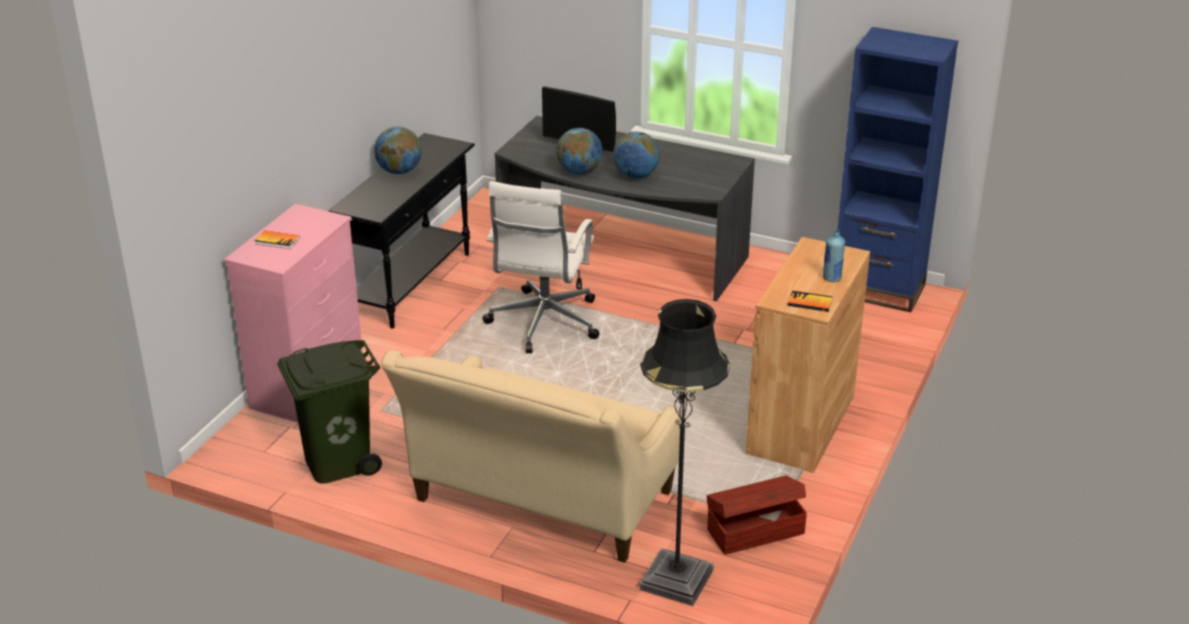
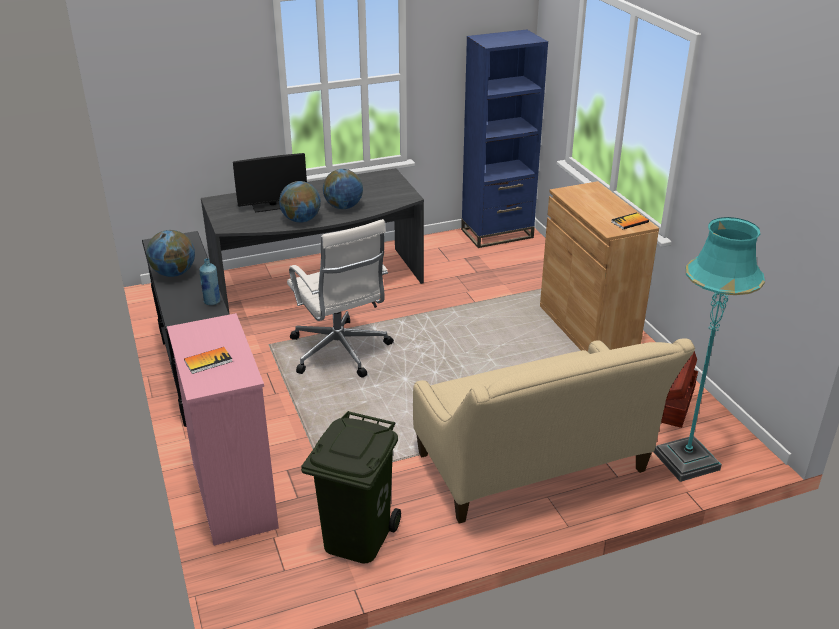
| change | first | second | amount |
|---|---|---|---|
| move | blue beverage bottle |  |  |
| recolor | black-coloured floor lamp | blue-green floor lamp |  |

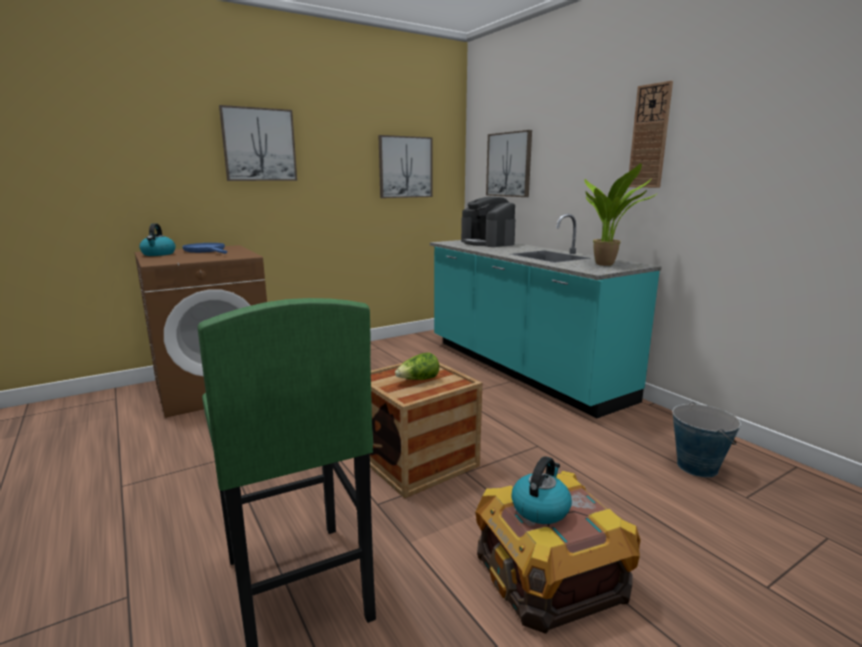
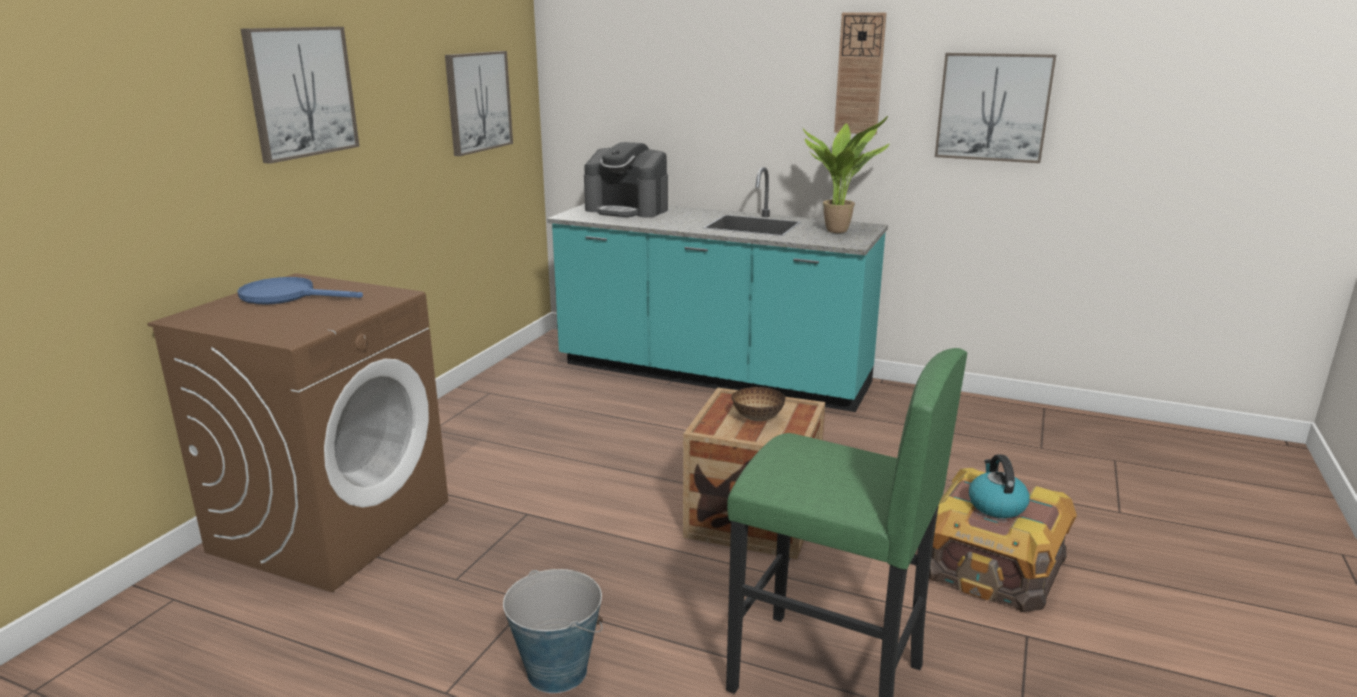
| change | first | second | amount |
|---|---|---|---|
| move | wall art (3rd from left) |  |  |
| delete | water kettle (1st from left) |  |  |
| replace | lettuce head | serving bowl |  |
| move | pail |  |  |

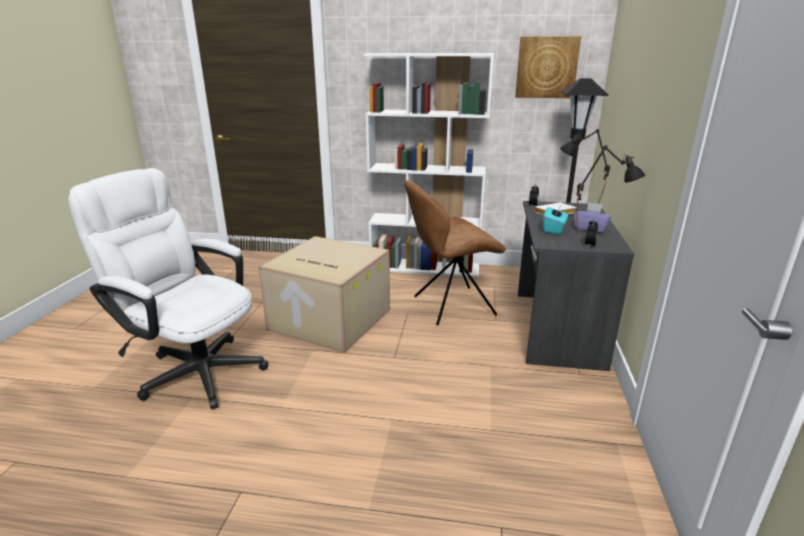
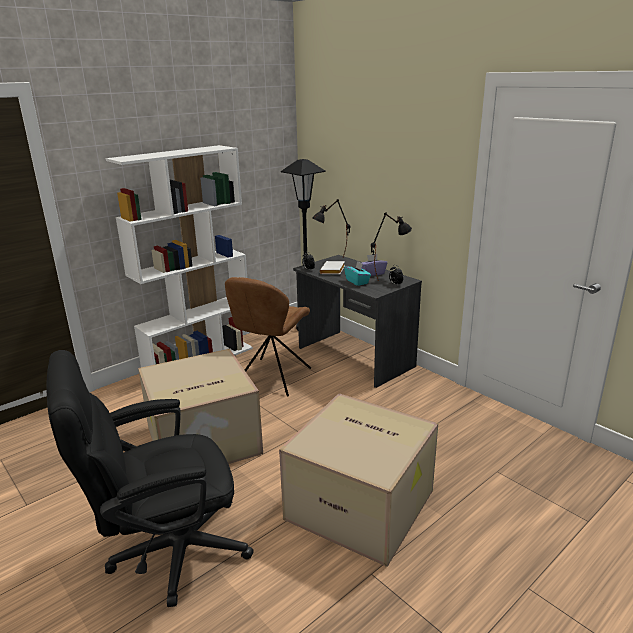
| change | first | second | amount |
|---|---|---|---|
| delete | wall art |  |  |
| recolor | whitish desk chair | black-coloured desk chair |  |
| insert |  | cardboard box (2nd from left) |  |

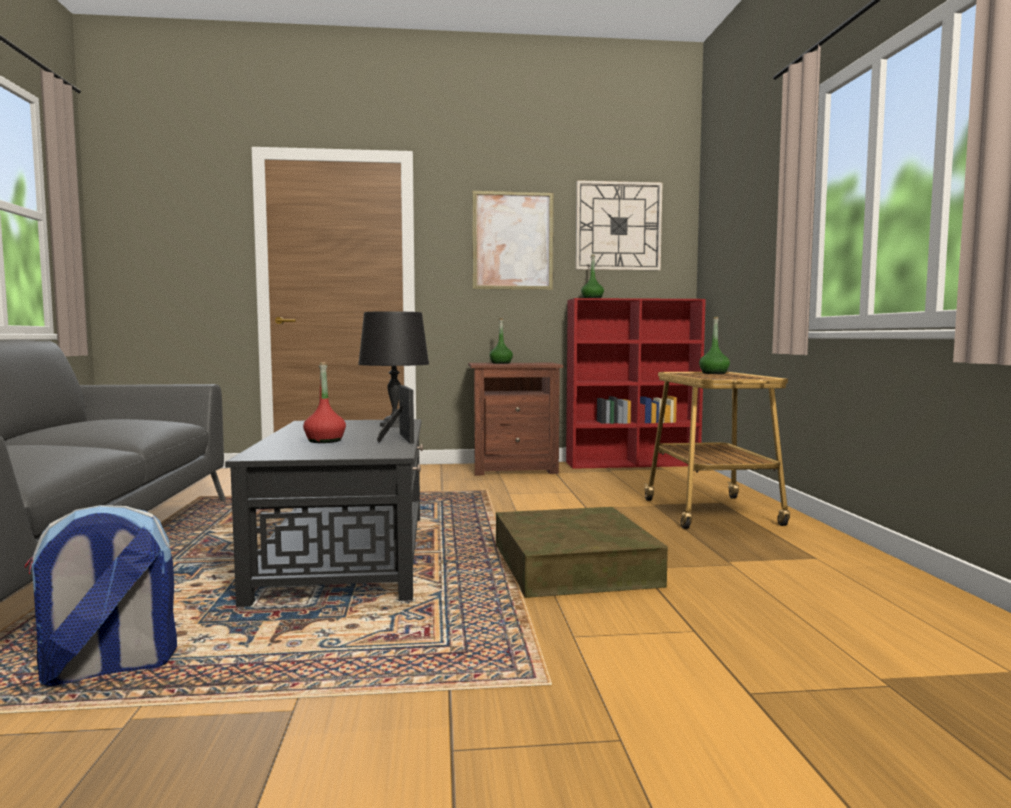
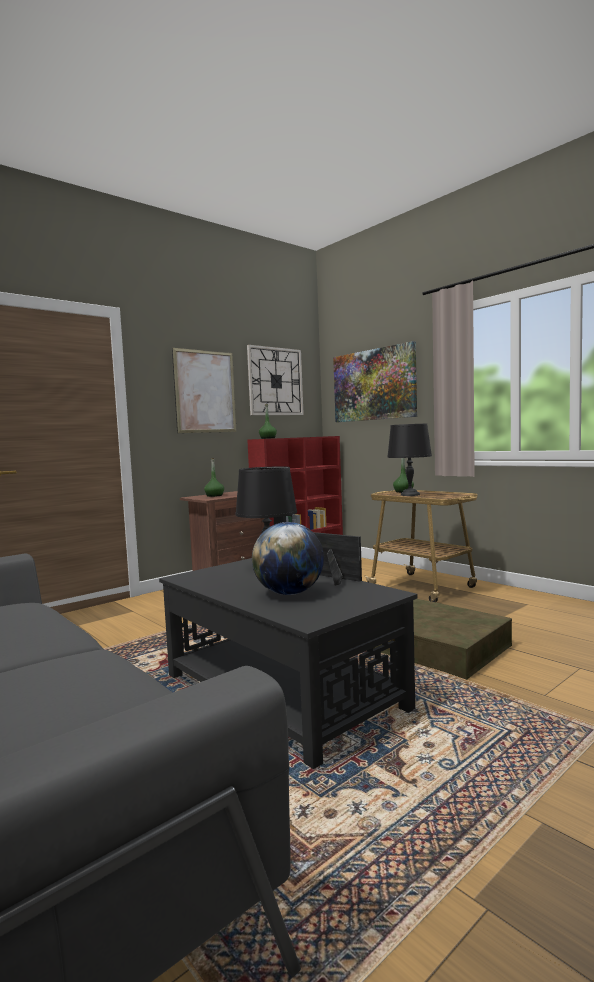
| change | first | second | amount |
|---|---|---|---|
| replace | red-coloured beverage bottle | world globe |  |
| delete | backpack |  |  |
| insert |  | wall art (2nd from left) |  |
| insert |  | black-coloured tabletop lamp (2nd from left) |  |

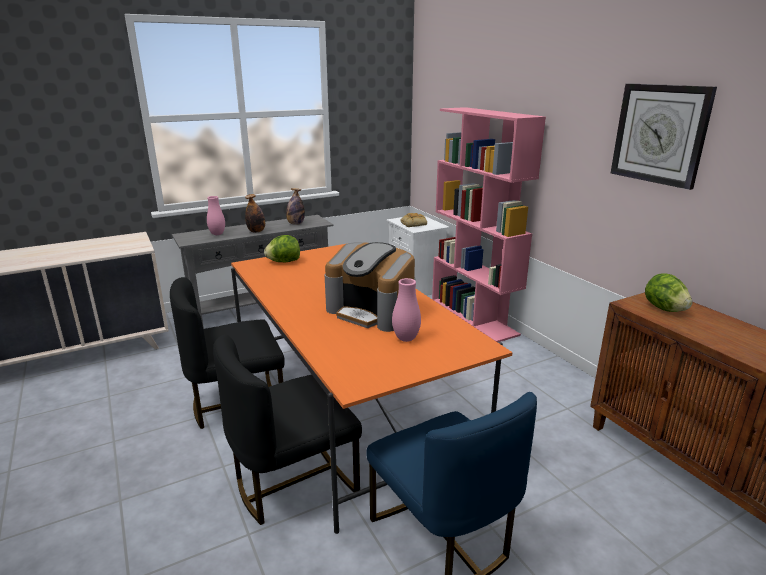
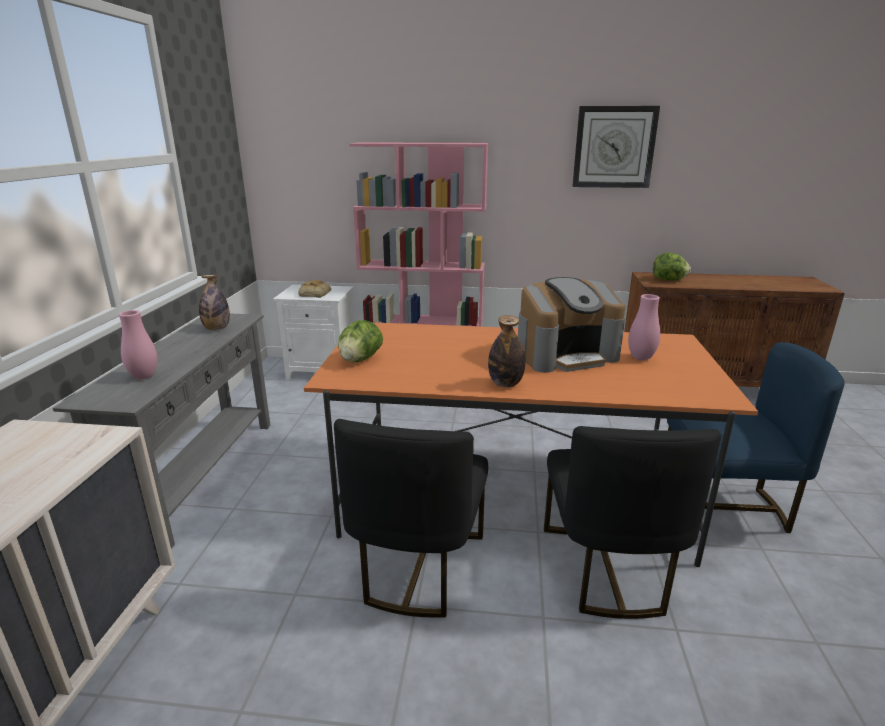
| change | first | second | amount |
|---|---|---|---|
| move | beverage bottle (1st from left in the first image) | beverage bottle (2nd from left) |  |

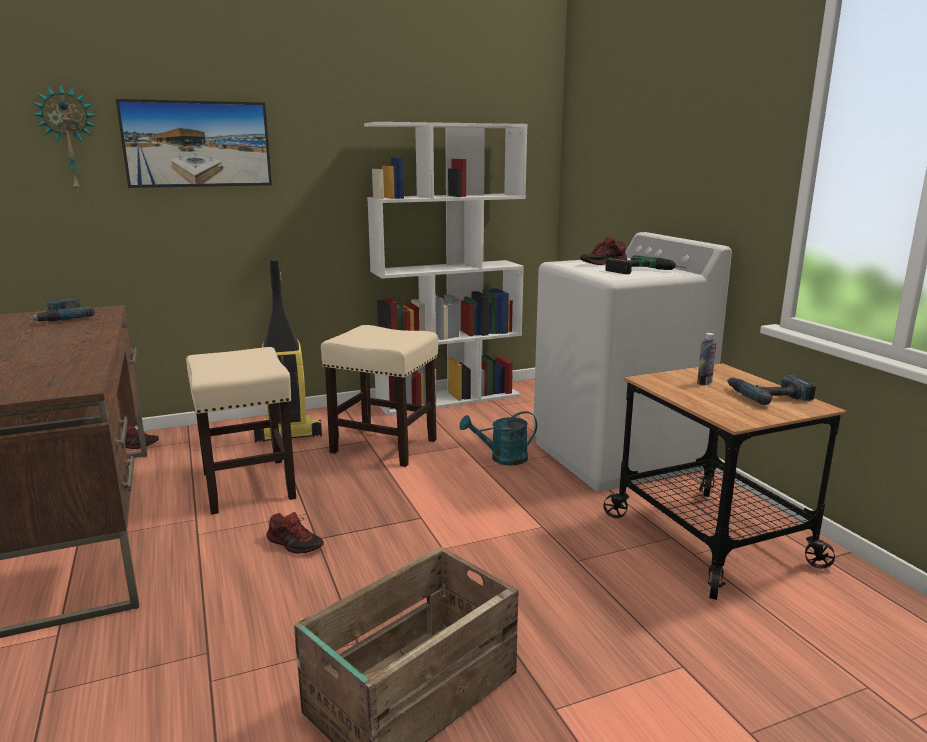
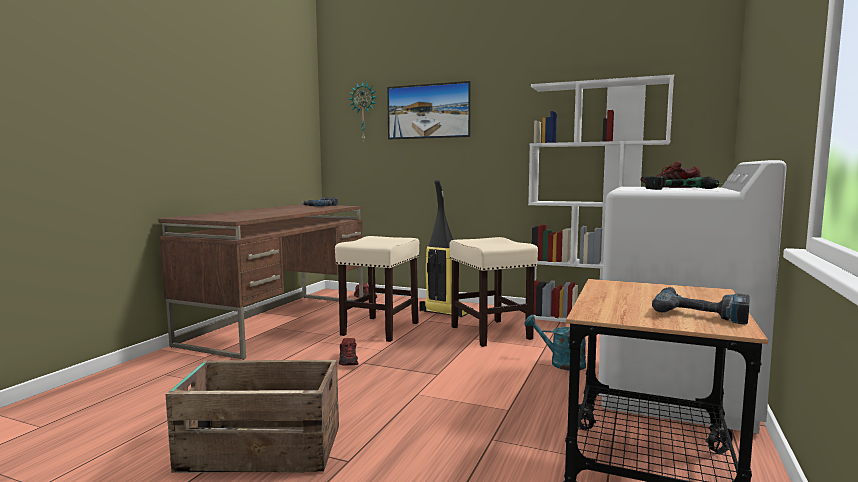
| change | first | second | amount |
|---|---|---|---|
| delete | beverage bottle |  |  |

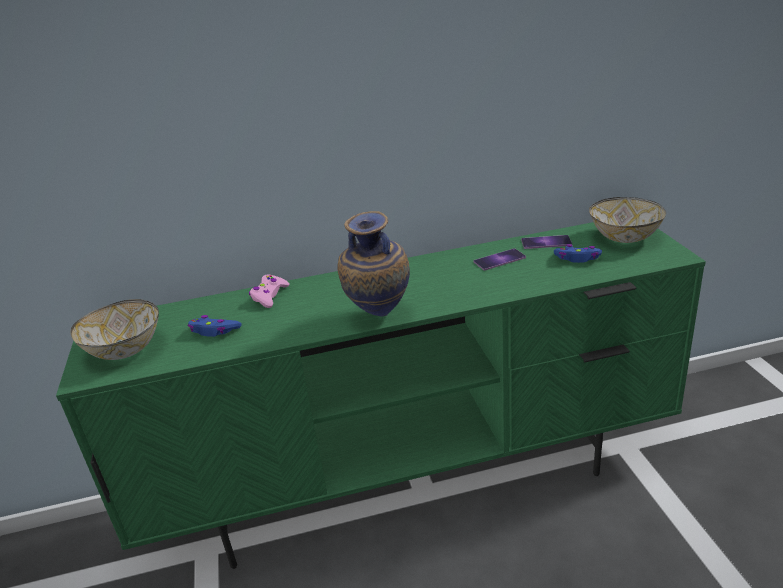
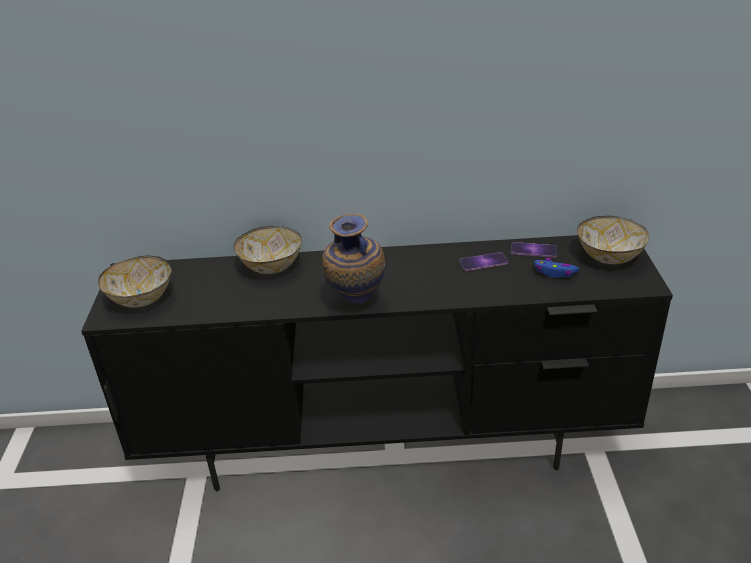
| change | first | second | amount |
|---|---|---|---|
| recolor | greenish tv unit | black-coloured tv unit |  |
| replace | pinkish joypad | serving bowl (2nd from left) |  |
| delete | blue joypad (1st from left) |  |  |

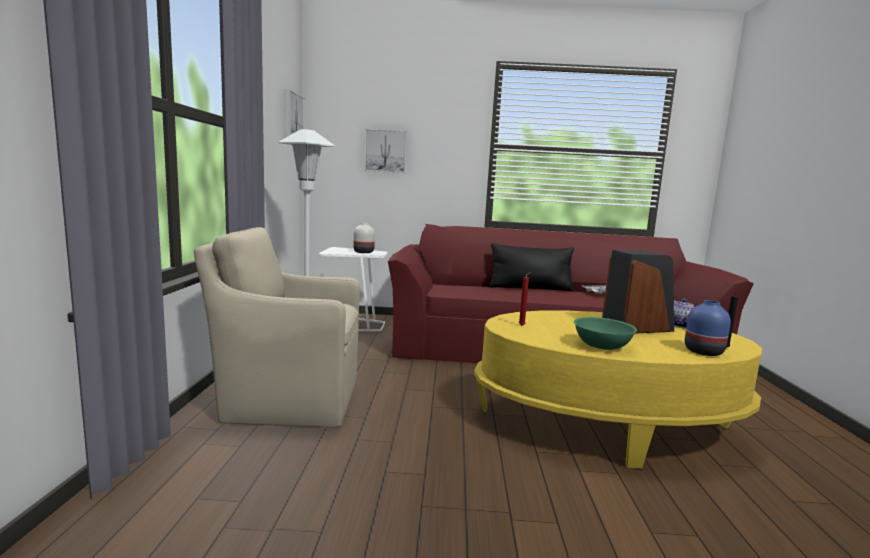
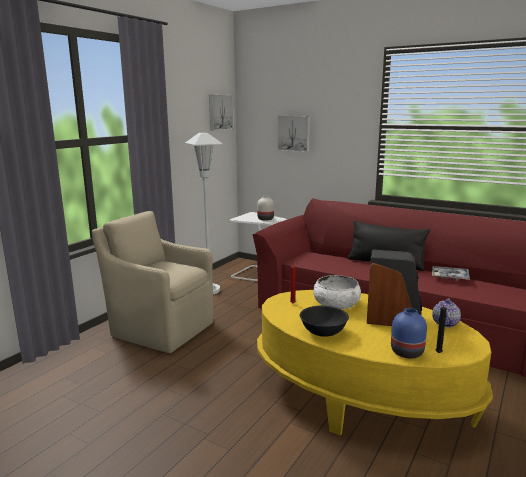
| change | first | second | amount |
|---|---|---|---|
| recolor | greenish serving bowl | black-coloured serving bowl |  |
| insert |  | whitish serving bowl |  |

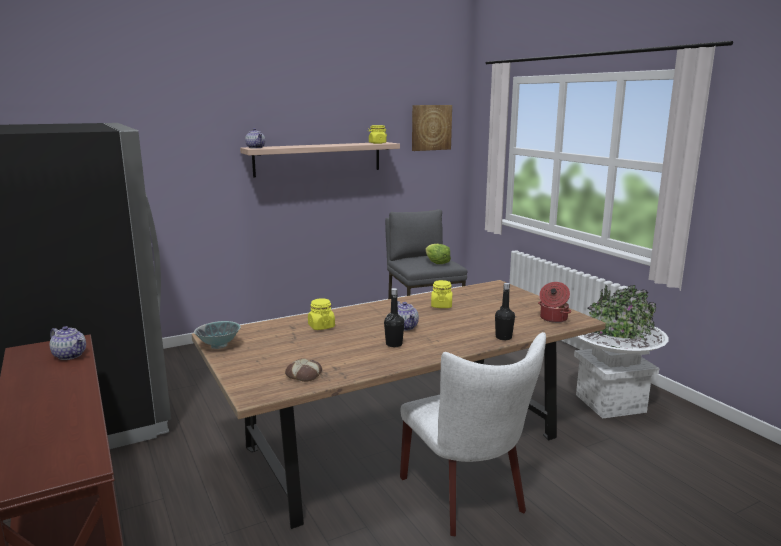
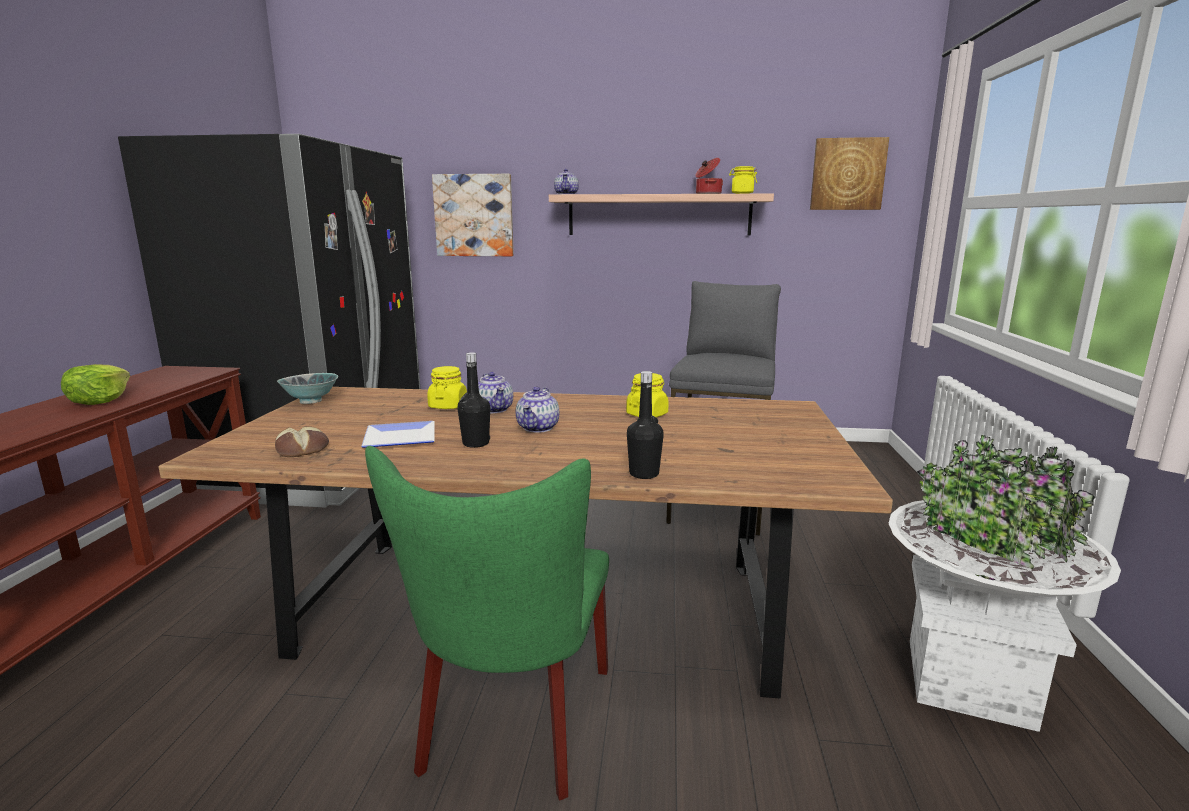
| change | first | second | amount |
|---|---|---|---|
| move | lettuce head |  |  |
| move | saucepot |  |  |
| move | teapot (1st from left) |  |  |
| recolor | whitish upright chair | greenish upright chair |  |
| insert |  | wall art (1st from left) |  |
| insert |  | plate |  |

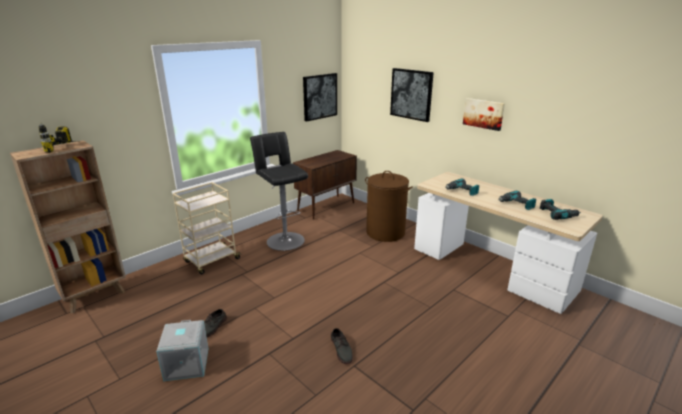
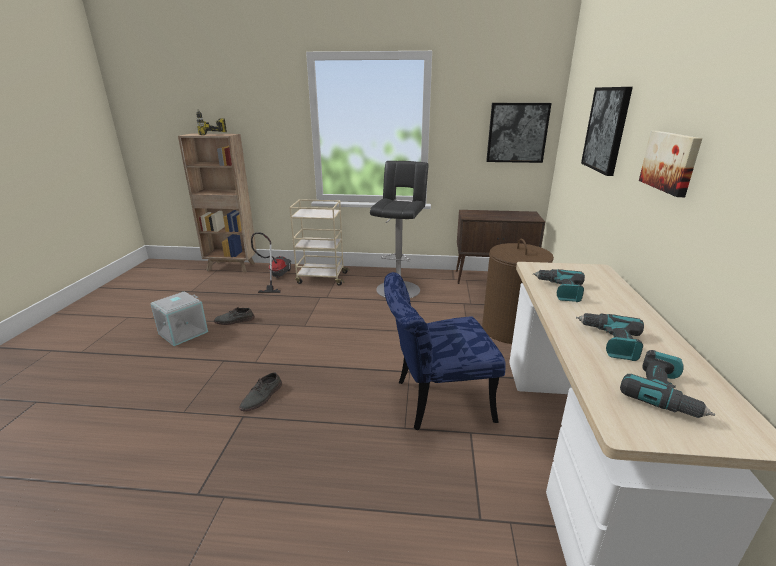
| change | first | second | amount |
|---|---|---|---|
| insert |  | vacuum cleaner |  |
| insert |  | blue upright chair |  |

